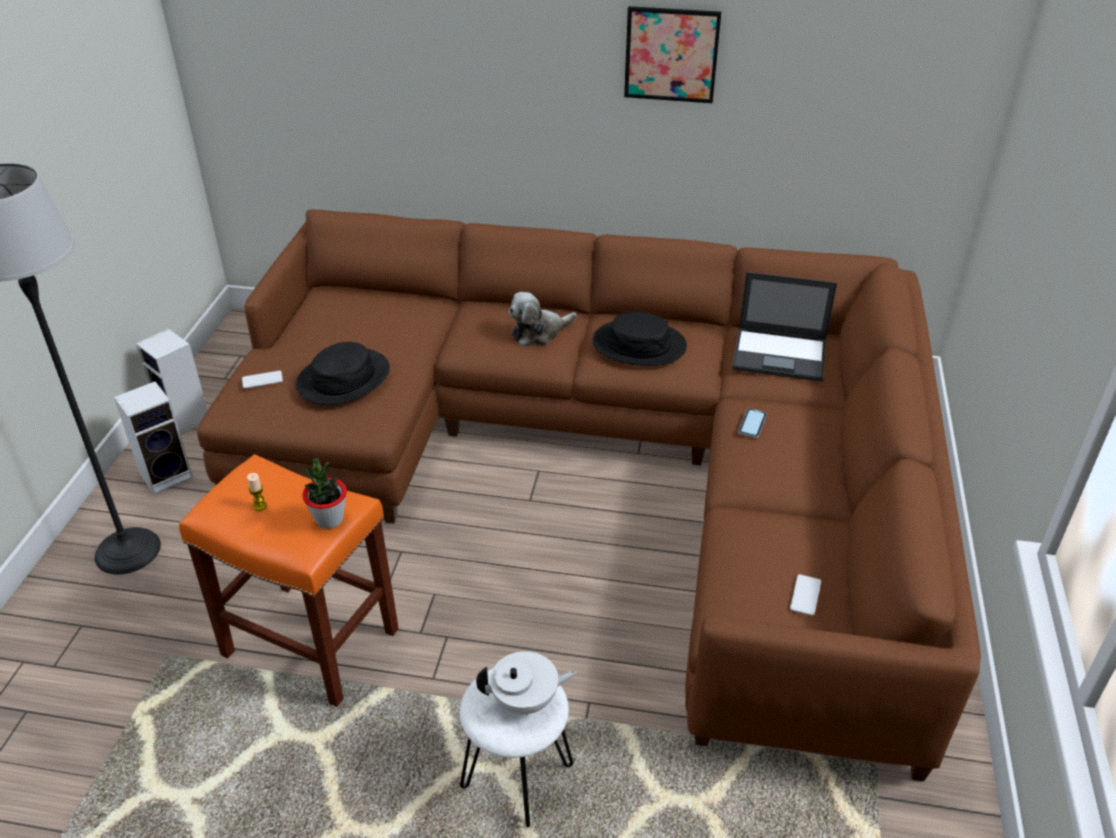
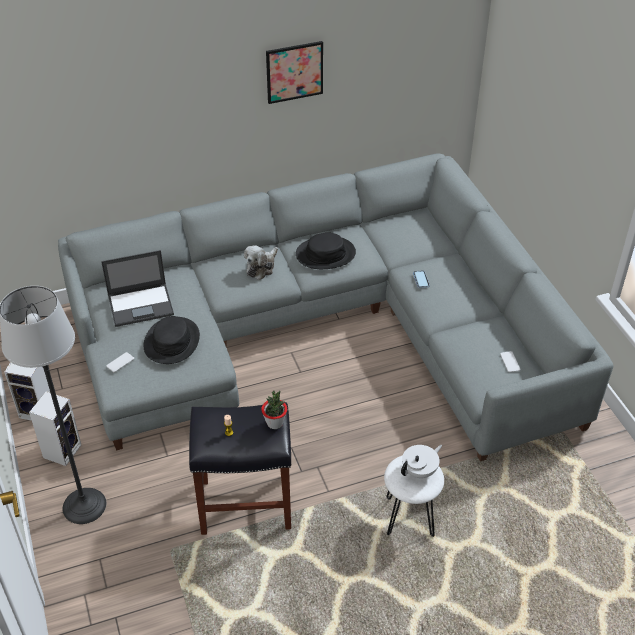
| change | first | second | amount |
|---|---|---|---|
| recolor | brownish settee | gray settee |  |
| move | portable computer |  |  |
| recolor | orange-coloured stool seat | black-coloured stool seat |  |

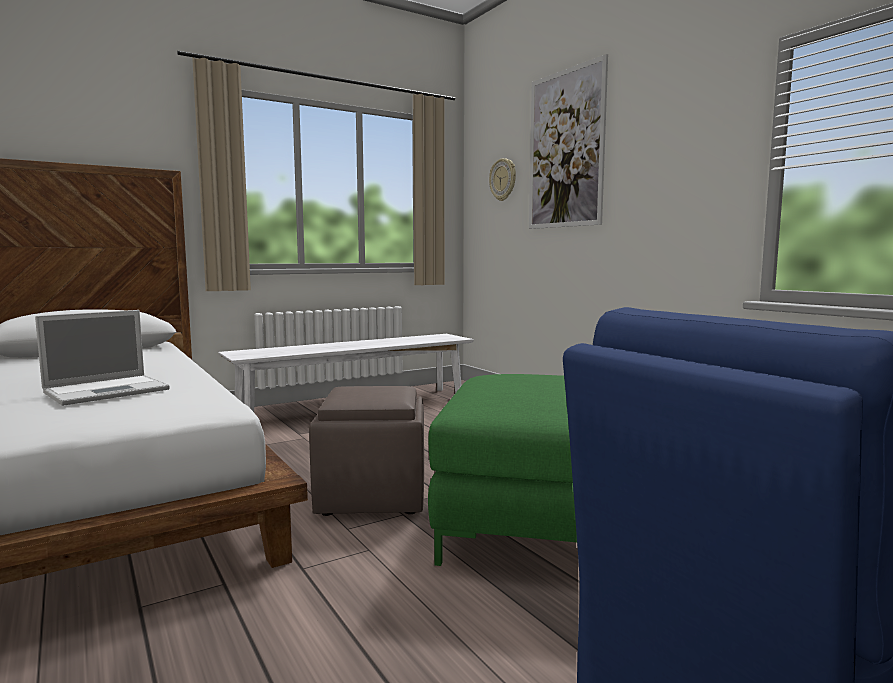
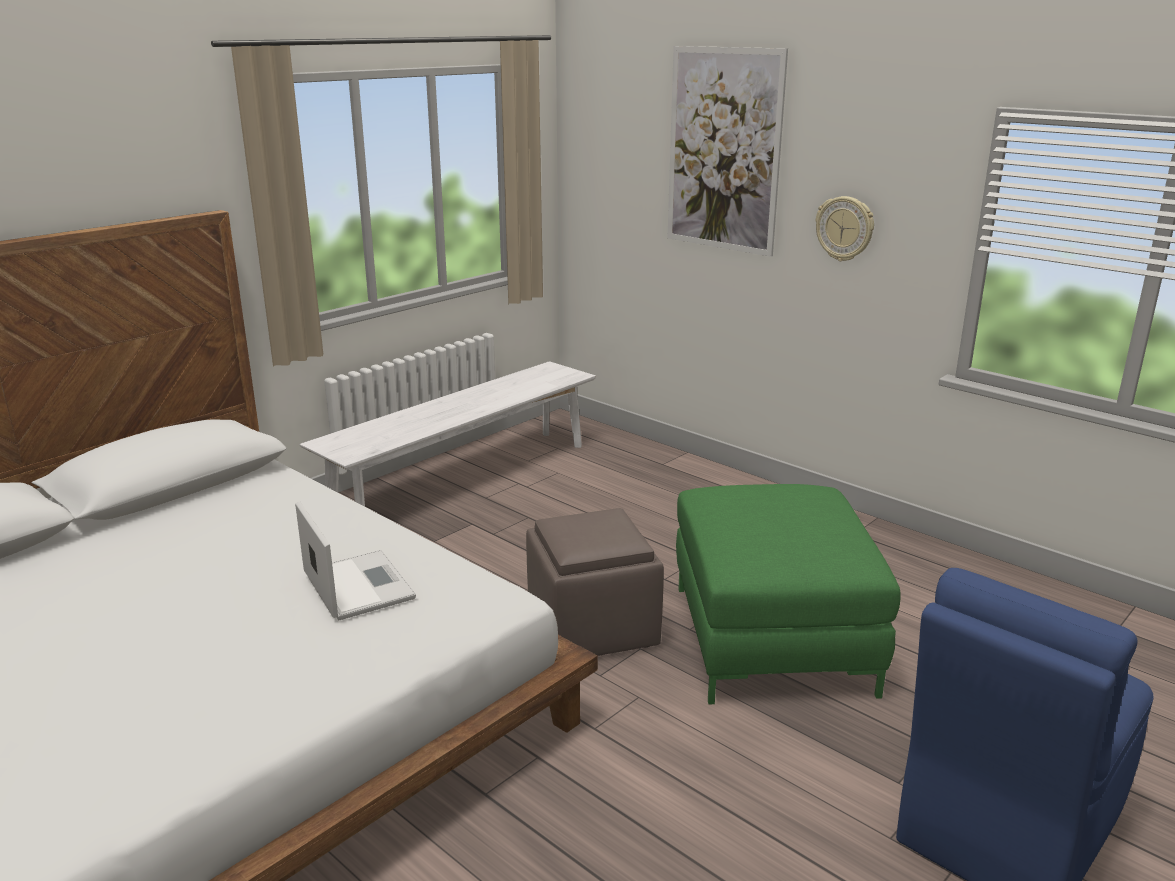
| change | first | second | amount |
|---|---|---|---|
| move | wall clock |  |  |
| rotate | portable computer |  | 60 degrees counterclockwise |

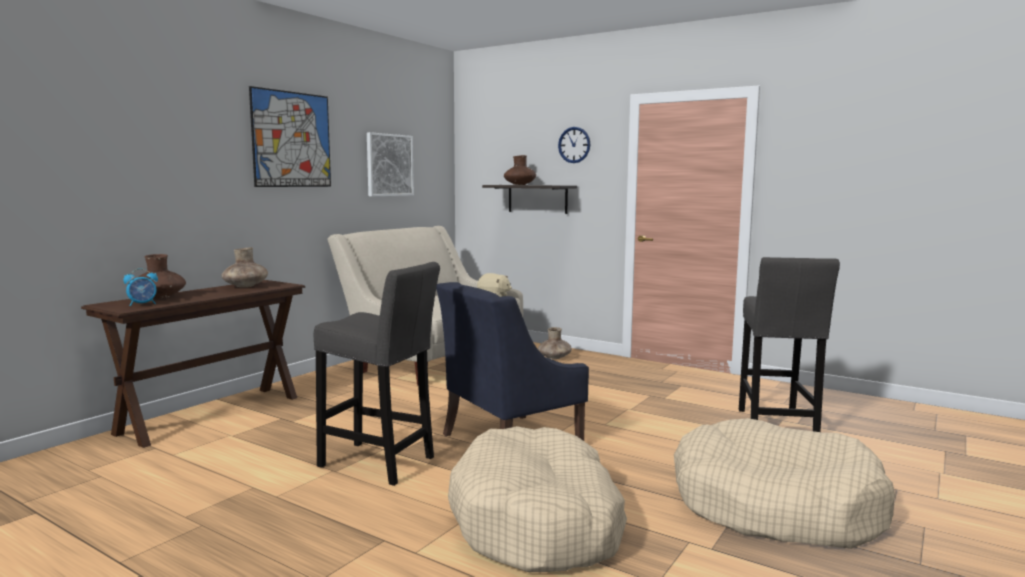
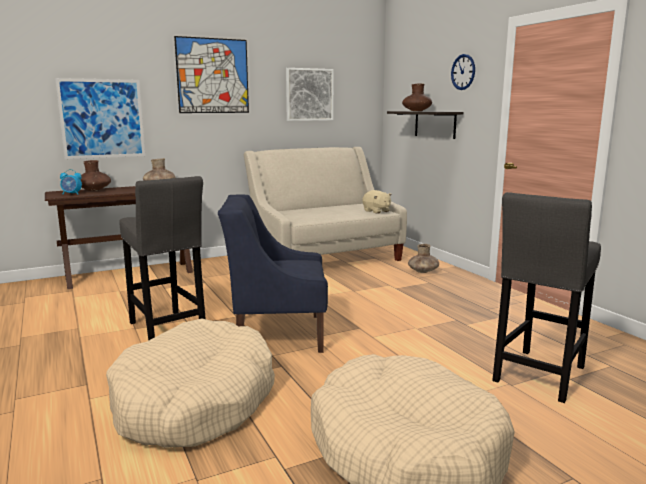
| change | first | second | amount |
|---|---|---|---|
| insert |  | wall art (1st from left) |  |

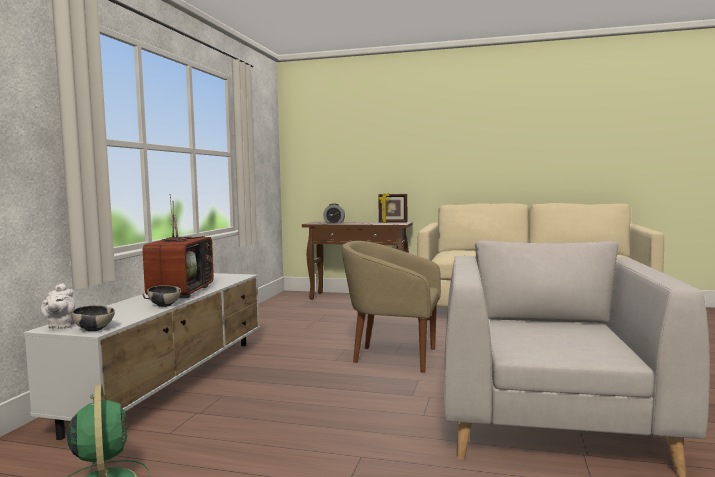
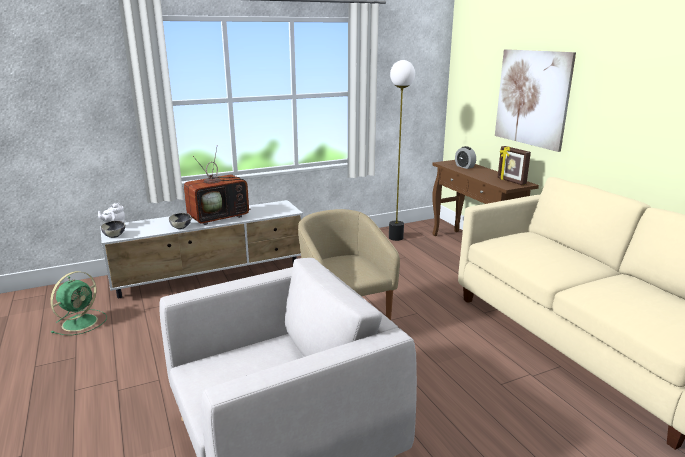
| change | first | second | amount |
|---|---|---|---|
| insert |  | wall art |  |
| insert |  | floor lamp |  |

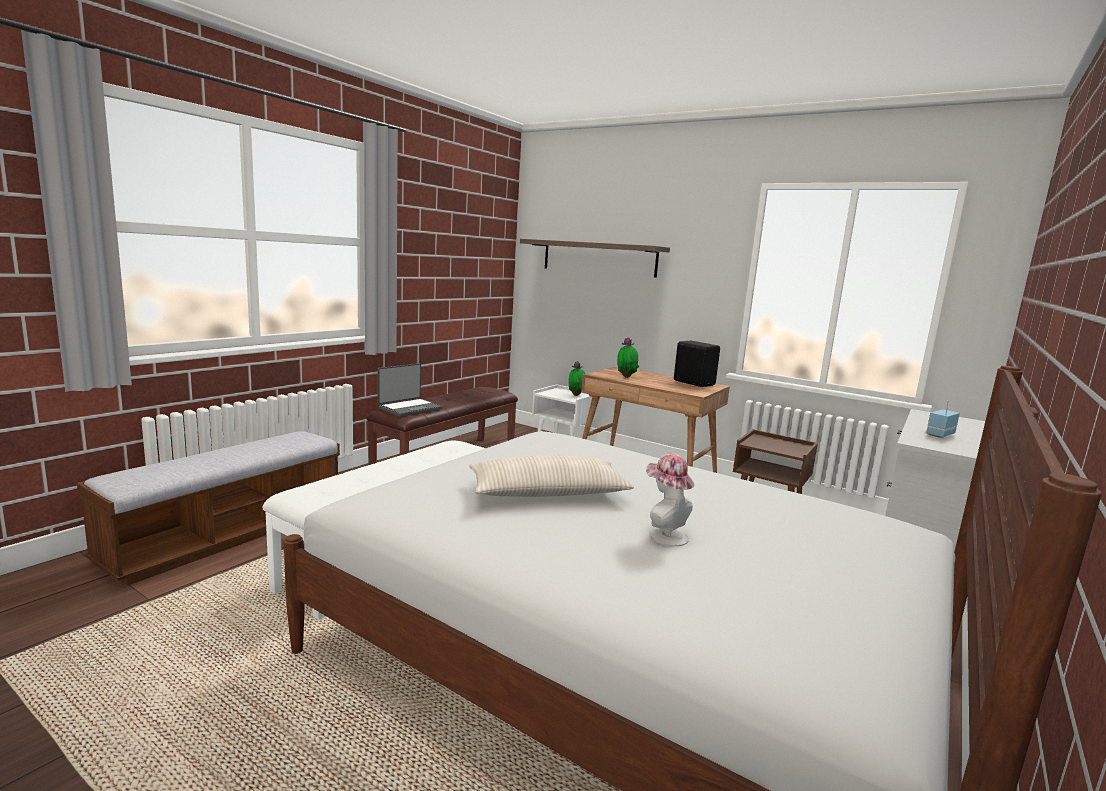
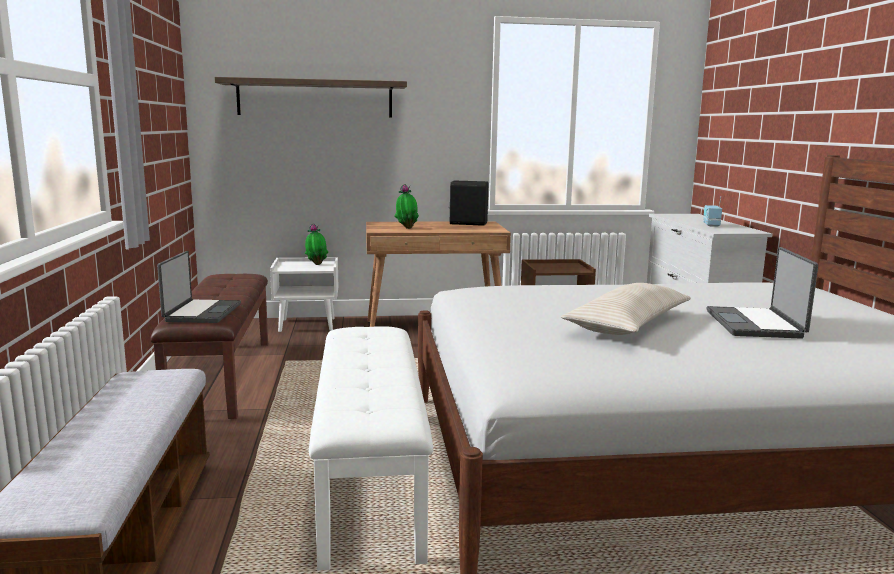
| change | first | second | amount |
|---|---|---|---|
| replace | hat | portable computer (2nd from left) |  |

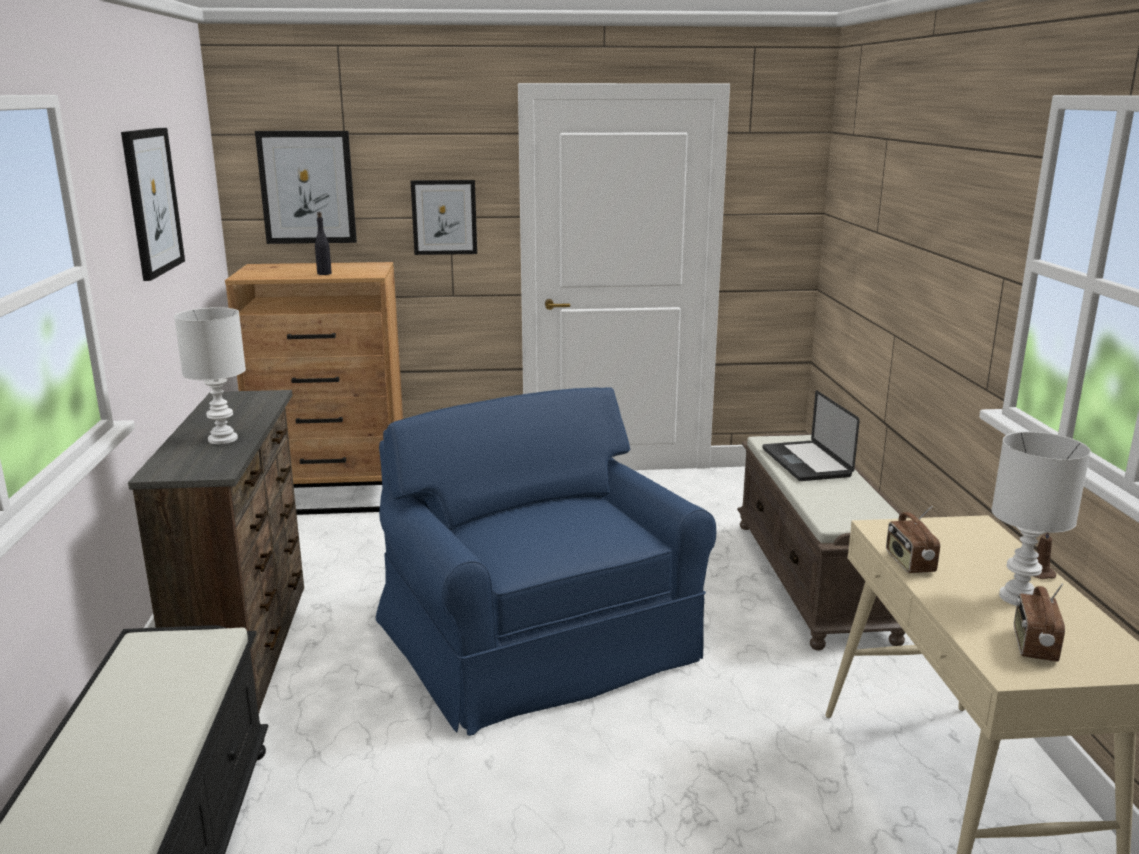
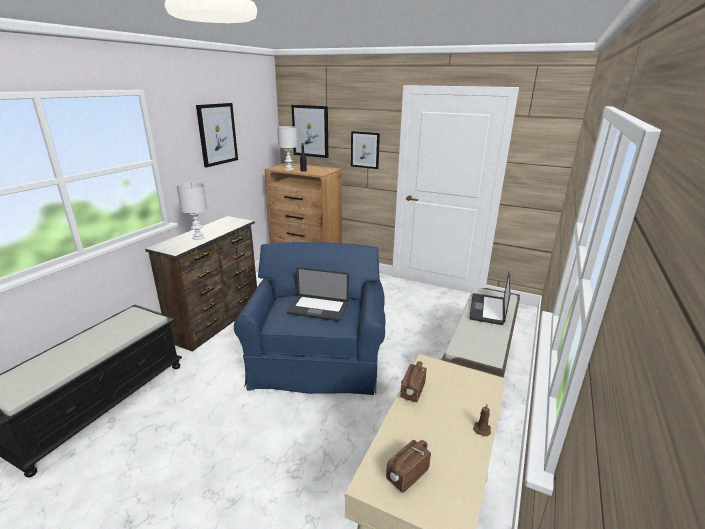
| change | first | second | amount |
|---|---|---|---|
| move | whitish tabletop lamp (2nd from left) |  |  |
| insert |  | portable computer (1st from left) |  |

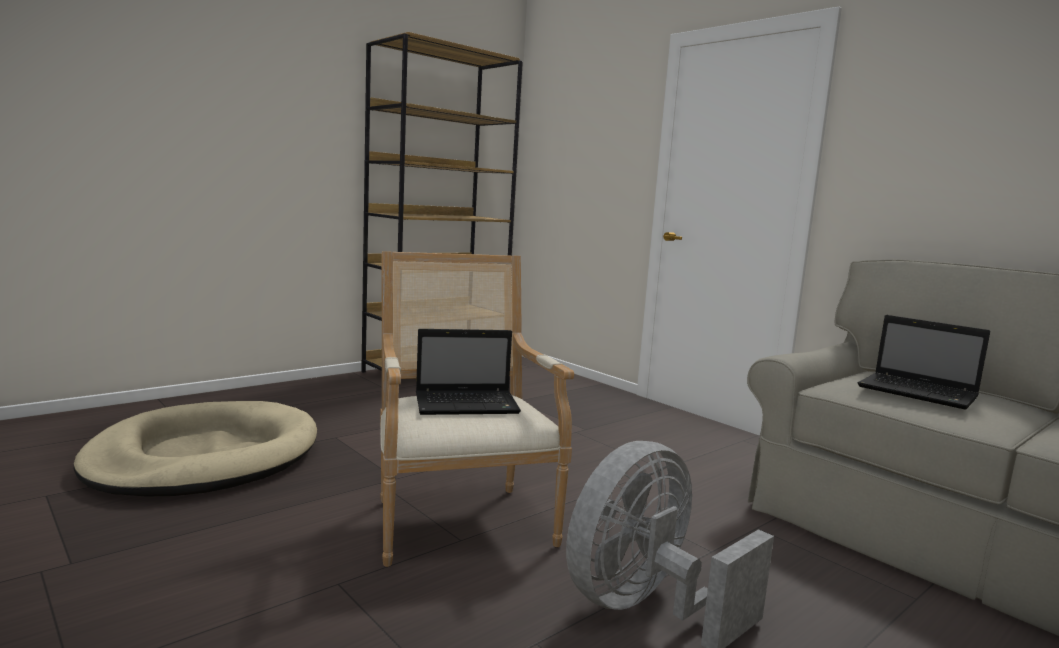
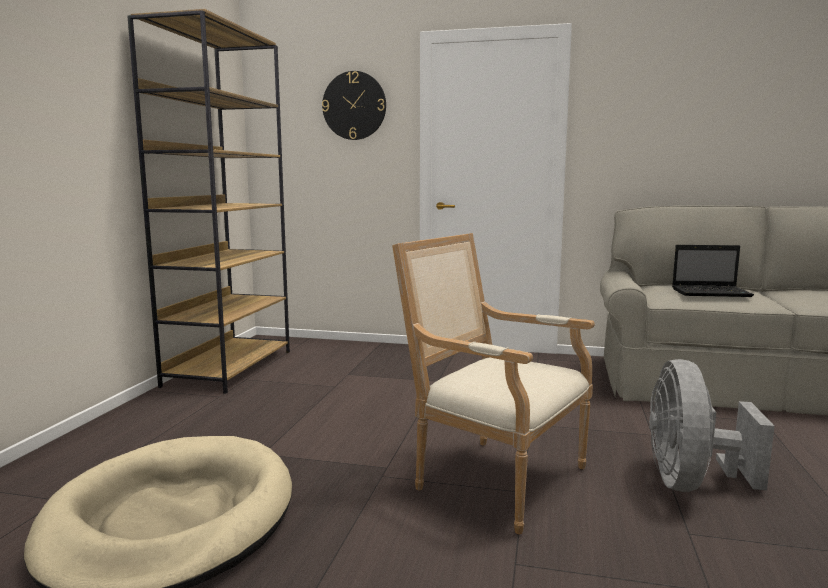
| change | first | second | amount |
|---|---|---|---|
| delete | portable computer (1st from left) |  |  |
| insert |  | wall clock |  |

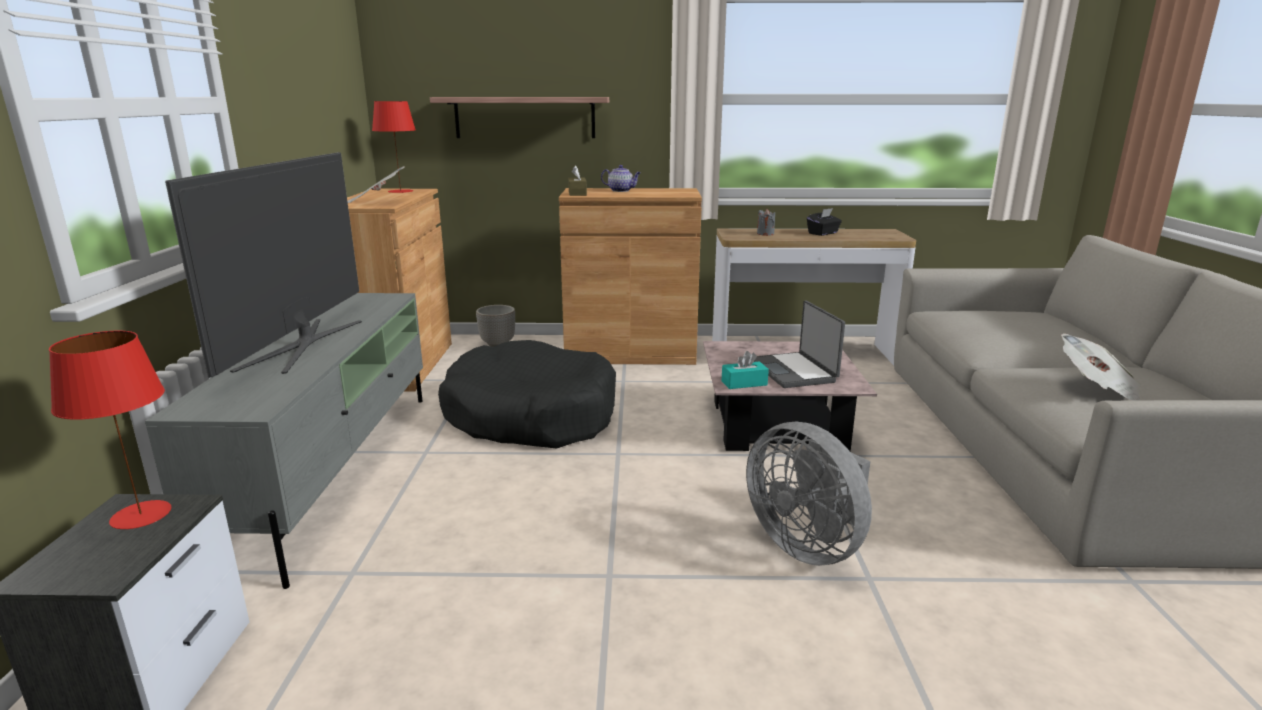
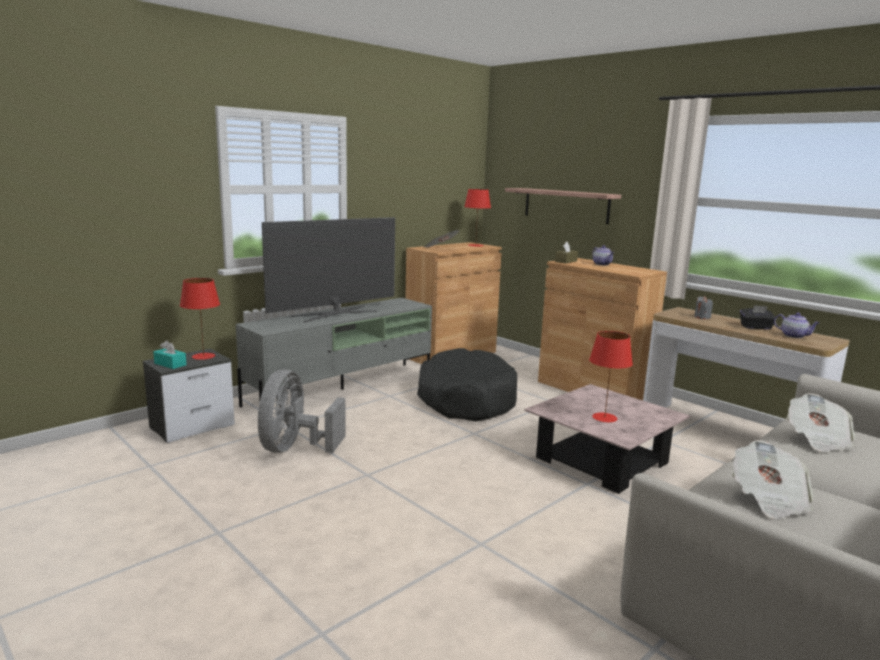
| change | first | second | amount |
|---|---|---|---|
| replace | portable computer | red-coloured tabletop lamp (3rd from left) |  |
| delete | flower pot |  |  |
| move | blue-green tissue holder |  |  |
| move | gray cooling fan |  |  |
| insert |  | teapot (2nd from left) |  |
| insert |  | printed paper (3rd from left) |  |

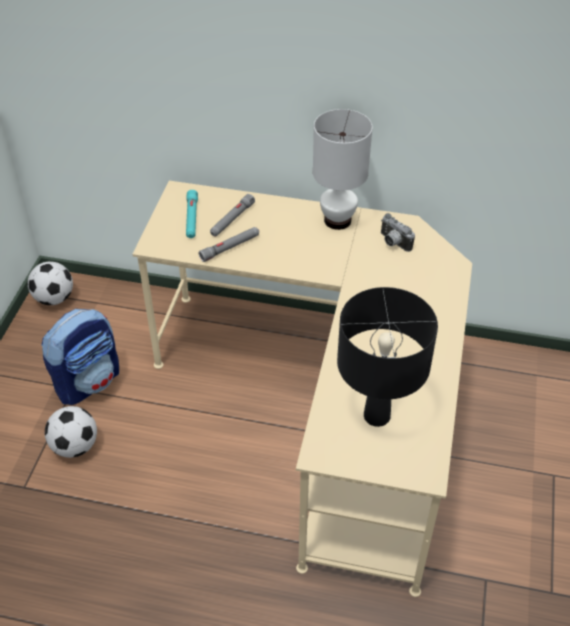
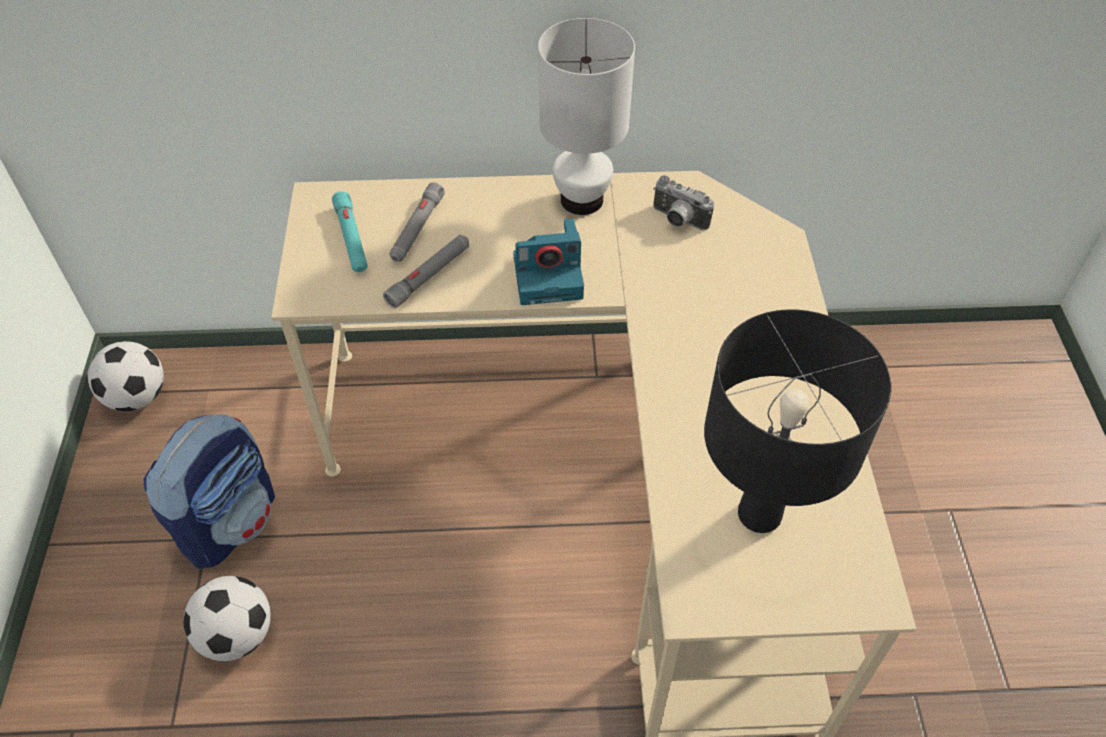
| change | first | second | amount |
|---|---|---|---|
| insert |  | still camera (1st from left) |  |

